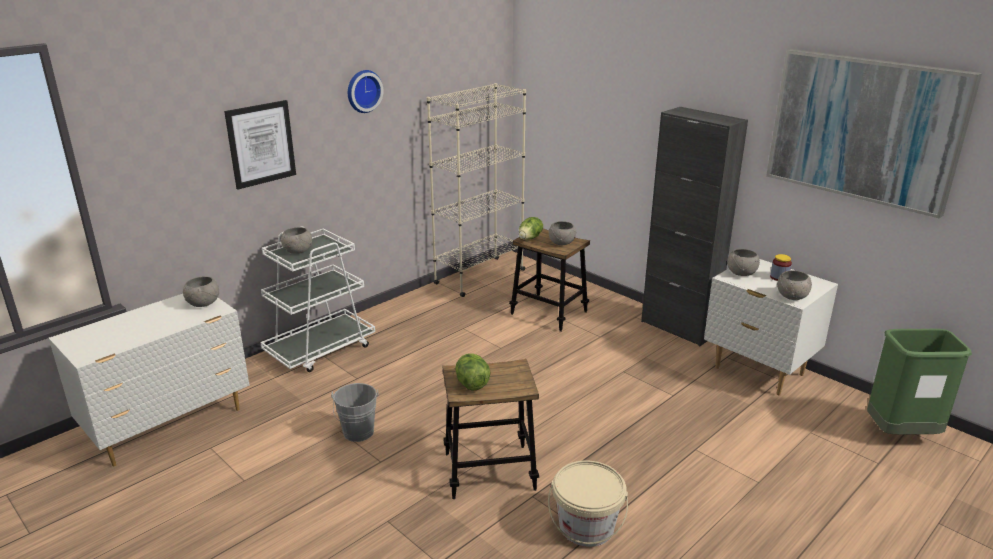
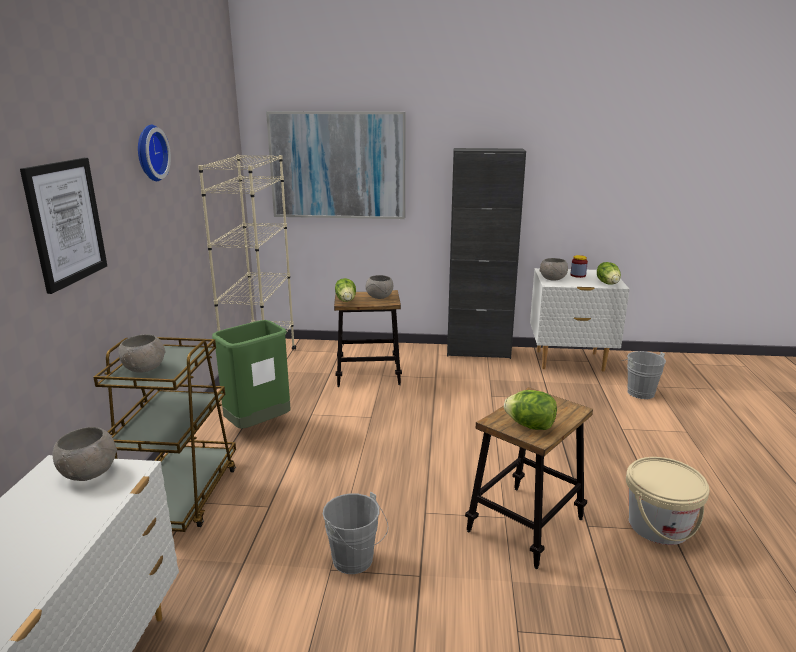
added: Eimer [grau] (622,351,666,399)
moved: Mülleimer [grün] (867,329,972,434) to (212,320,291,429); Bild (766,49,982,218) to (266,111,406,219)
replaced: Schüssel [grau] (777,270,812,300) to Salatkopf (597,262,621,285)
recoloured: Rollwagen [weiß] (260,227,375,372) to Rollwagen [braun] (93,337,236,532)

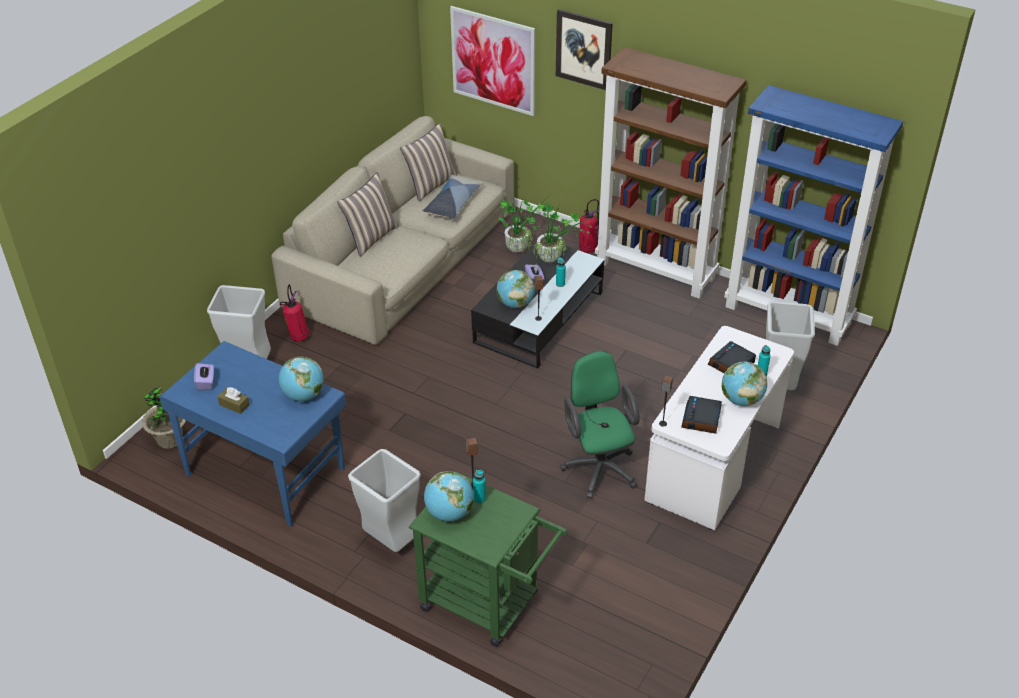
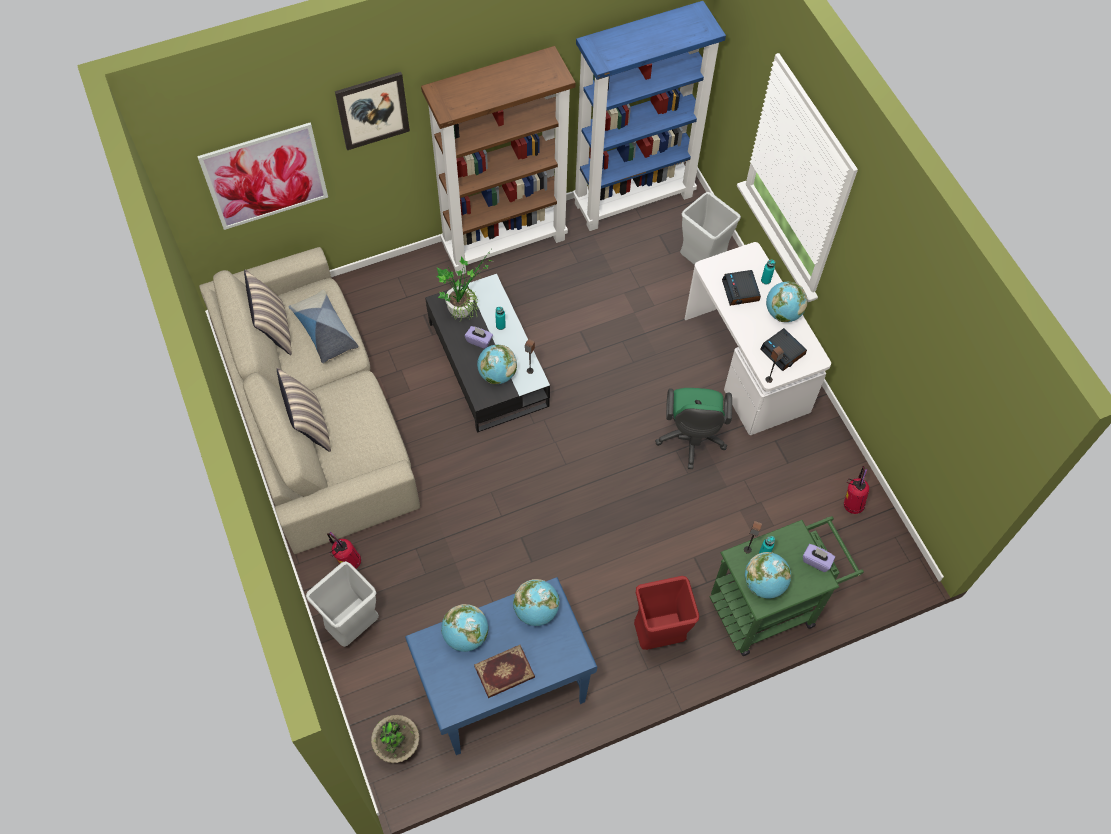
removed: Topfpflanze (497,194,551,253)
added: Globus (441,604,488,652)
moved: Taschentuchbox [lila] (194,363,214,391) to (803,544,835,572); Feuerlöscher (579,199,600,253) to (844,466,869,514)
replaced: Taschentuchbox [braun] (218,387,250,414) to Buch (474,645,535,698)
recoloured: Mülleimer [grau] (348,449,421,552) to Mülleimer [rot] (634,576,699,650)
turned: Bürostuhl [grün] (560,350,640,499) = (655,388,732,469) 105 degrees counterclockwise

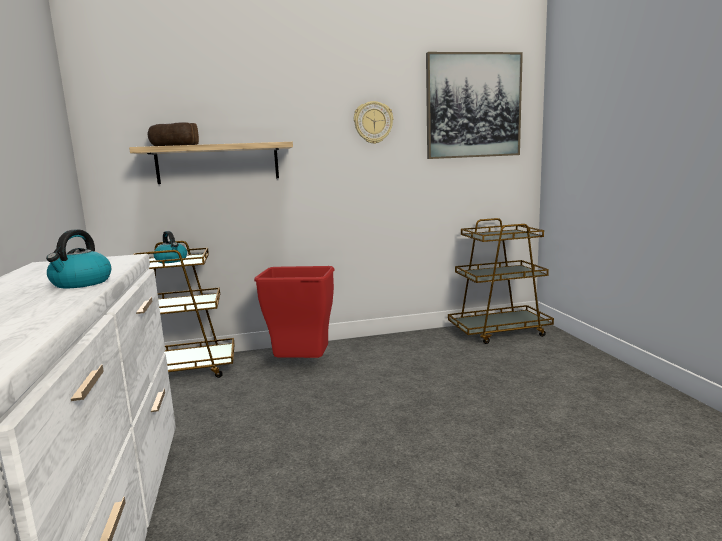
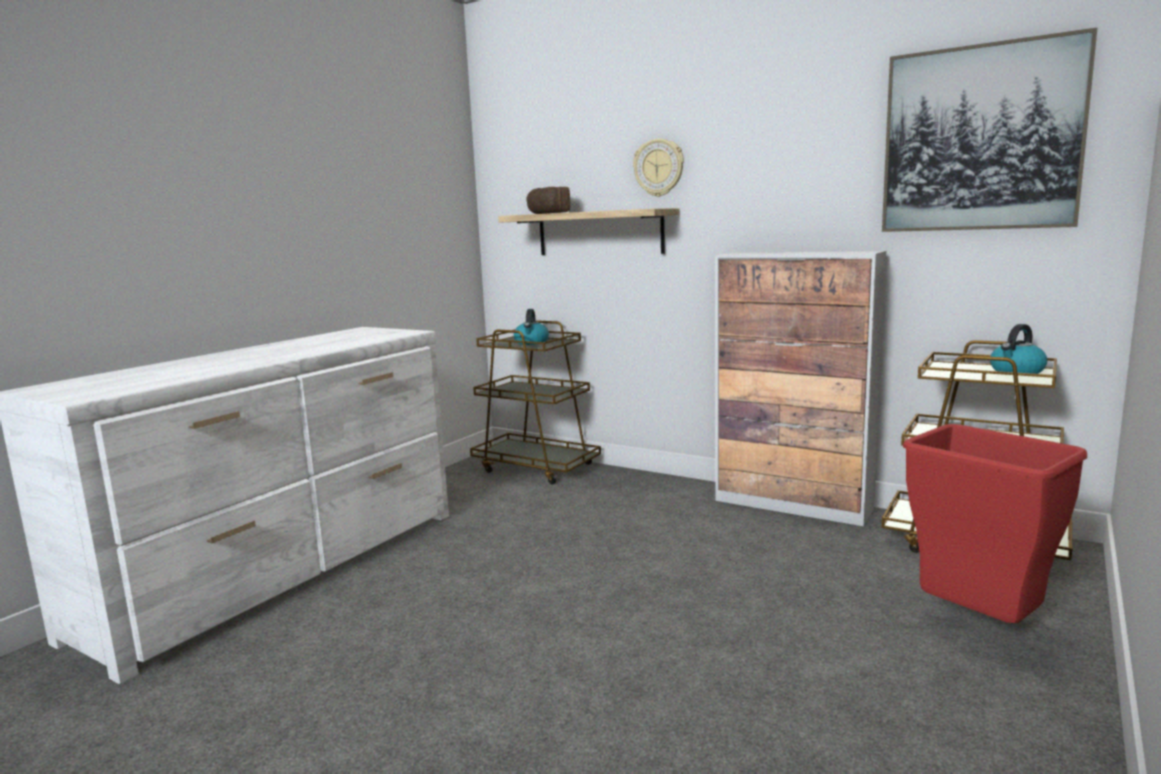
added: Schrank (715,251,886,526)
moved: Wanduhr (354,101,393,144) to (633,138,684,197); Mülleimer [rot] (254,266,335,358) to (903,424,1087,623); Wasserkessel (46,229,111,288) to (990,324,1047,374)

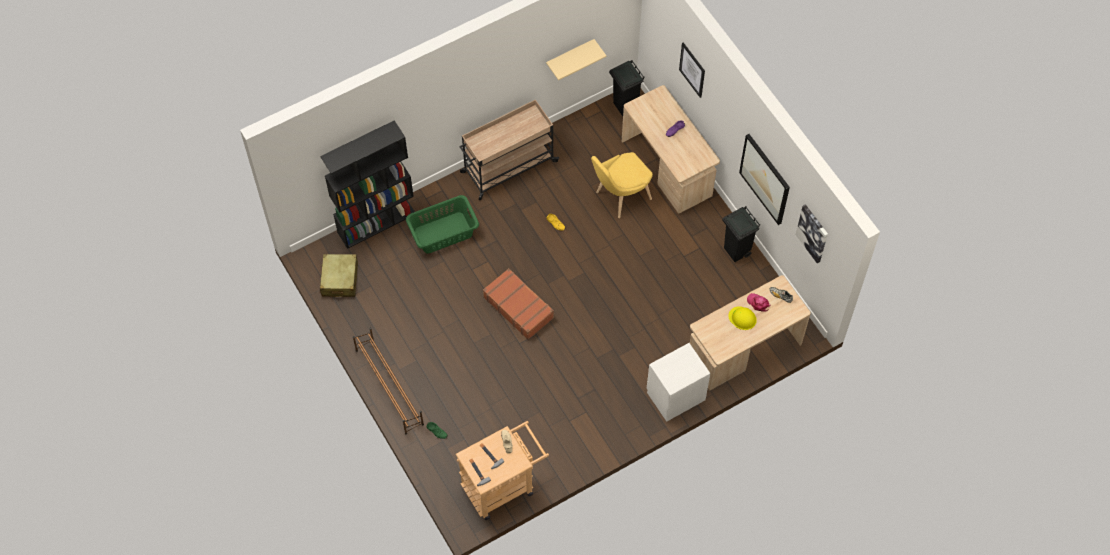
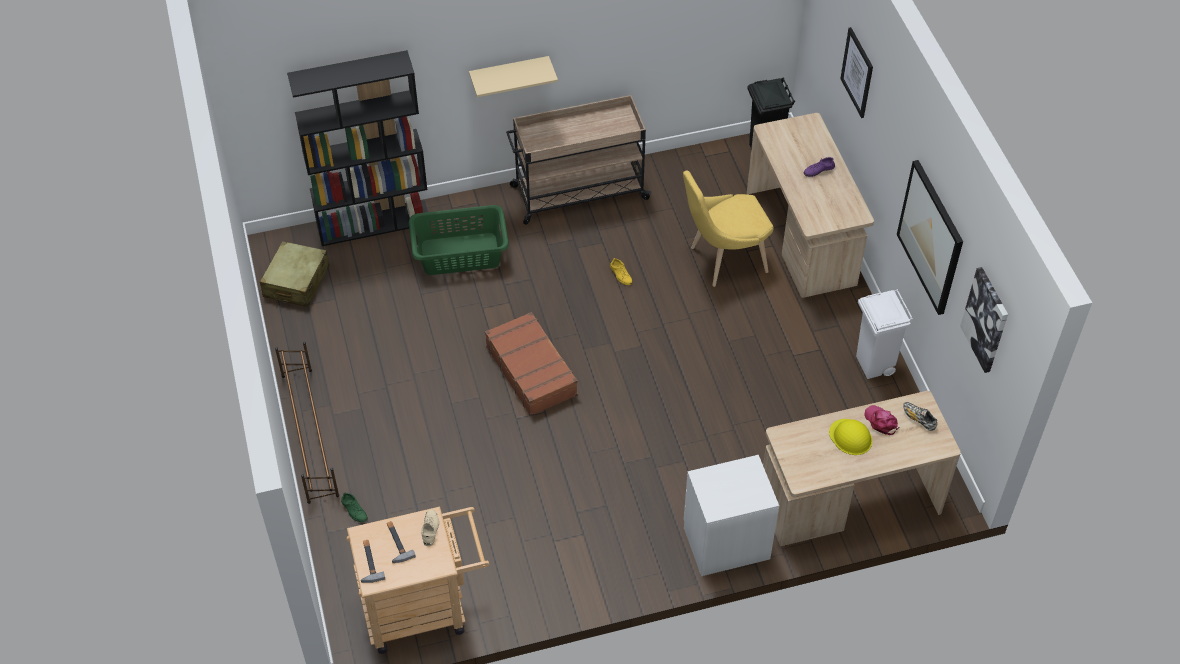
moved: Wandregal [beige] (546,39,607,80) to (469,56,558,97)
recoloured: Mülleimer [schwarz] (722,206,760,262) to Mülleimer [weiß] (856,289,913,379)

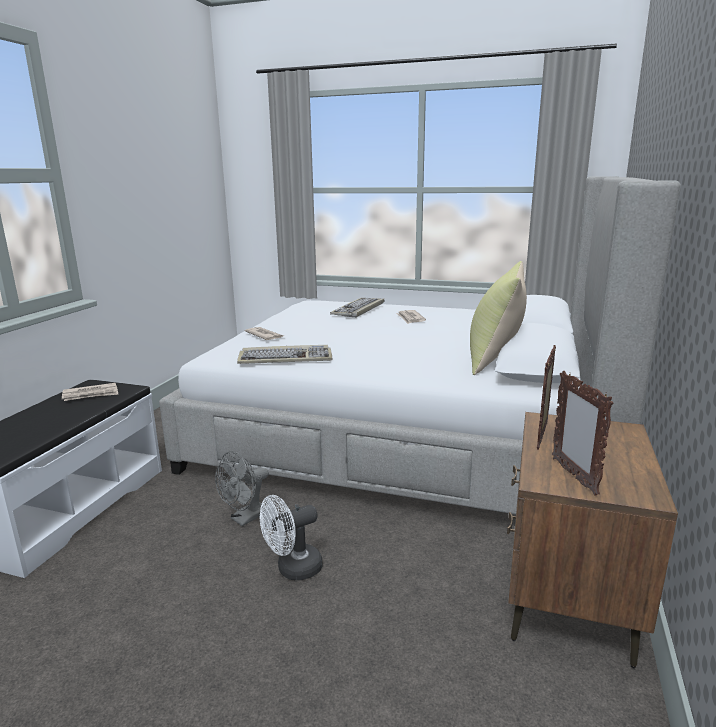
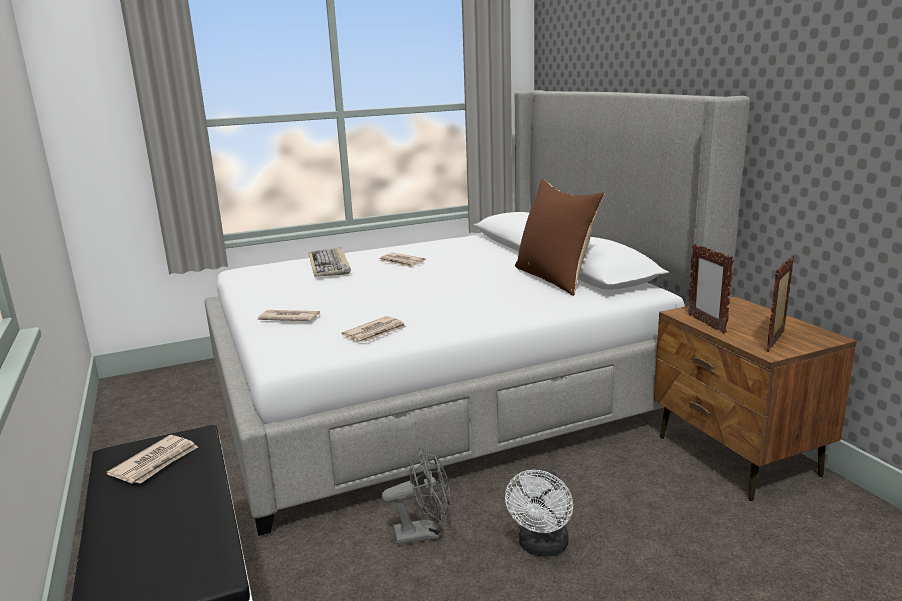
replaced: Tastatur (237,345,333,364) to Zeitung (341,316,407,342)
recoloured: Kissen [gelb] (470,261,527,375) to Kissen [braun] (515,179,604,296)
turned: Ventilator [grau] (215,451,269,526) = (382,447,450,545) 105 degrees counterclockwise; Bilderrahmen (552,371,614,496) = (766,255,794,352) 90 degrees clockwise

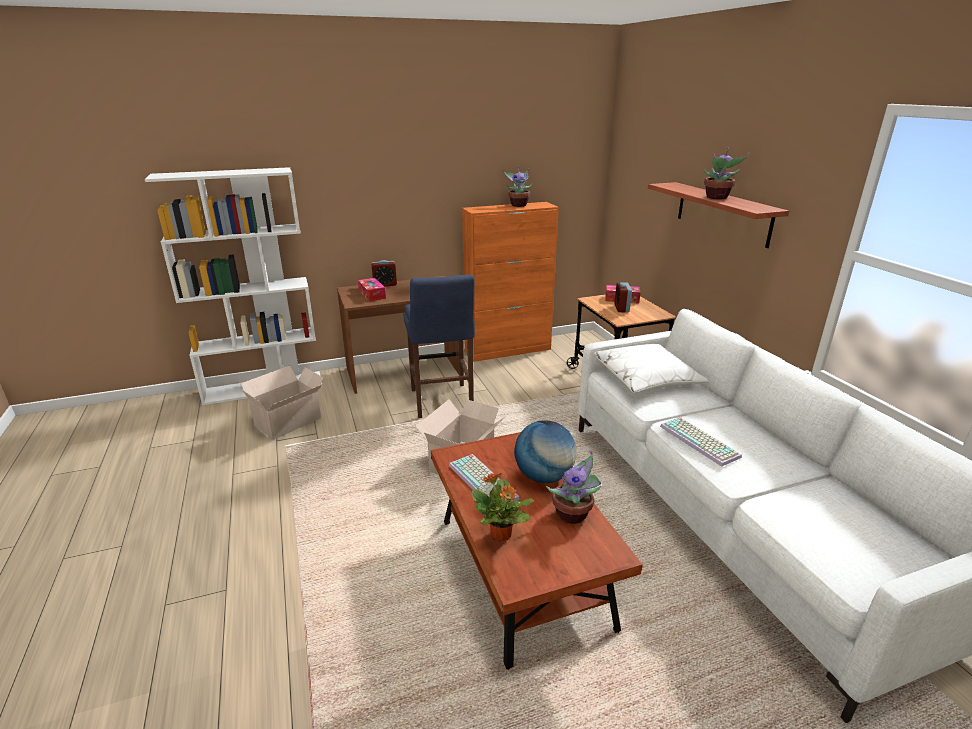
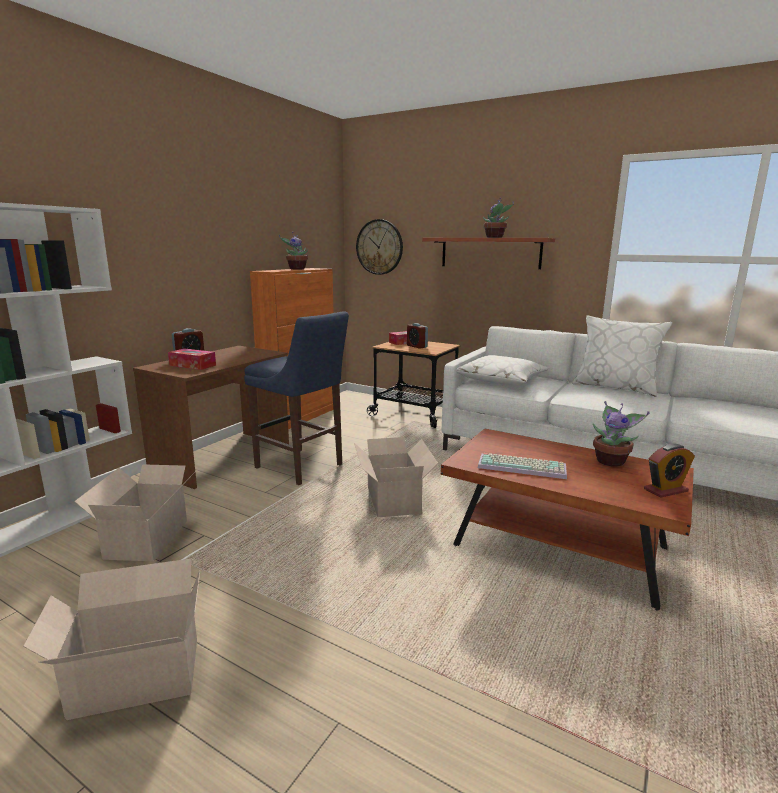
removed: Topfpflanze (472,473,533,542); Globus (514,420,576,483); Tastatur (660,417,742,467)
added: Karton (23,558,200,720); Wanduhr (356,219,403,275); Kissen [weiß] (572,315,672,397); Wecker (644,443,695,498)

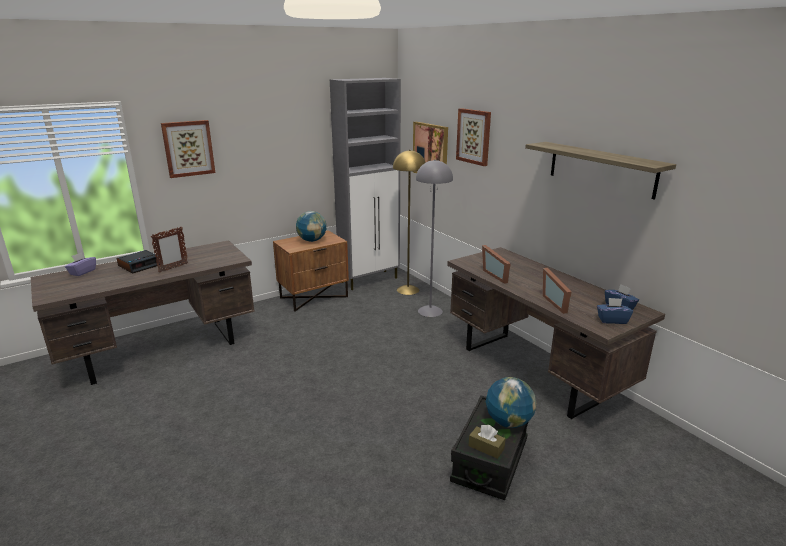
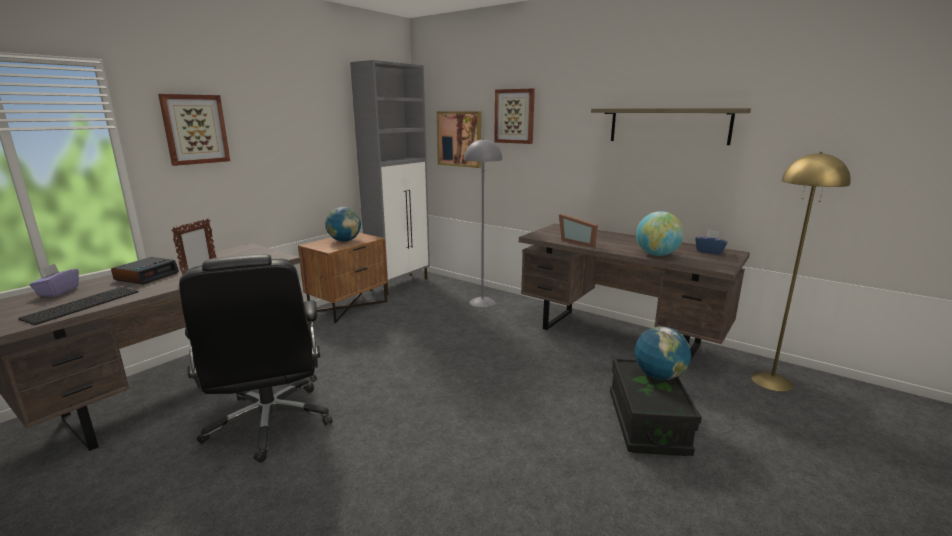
removed: Taschentuchbox [braun] (469,425,506,459); Taschentuchbox [blau] (597,298,633,324)
added: Tastatur (18,287,138,325); Bürostuhl [schwarz] (179,254,333,463)
moved: Stehlampe [gelb] (393,150,426,295) to (751,152,851,392)
replaced: Bilderrahmen (543,268,571,314) to Globus (636,211,684,256)

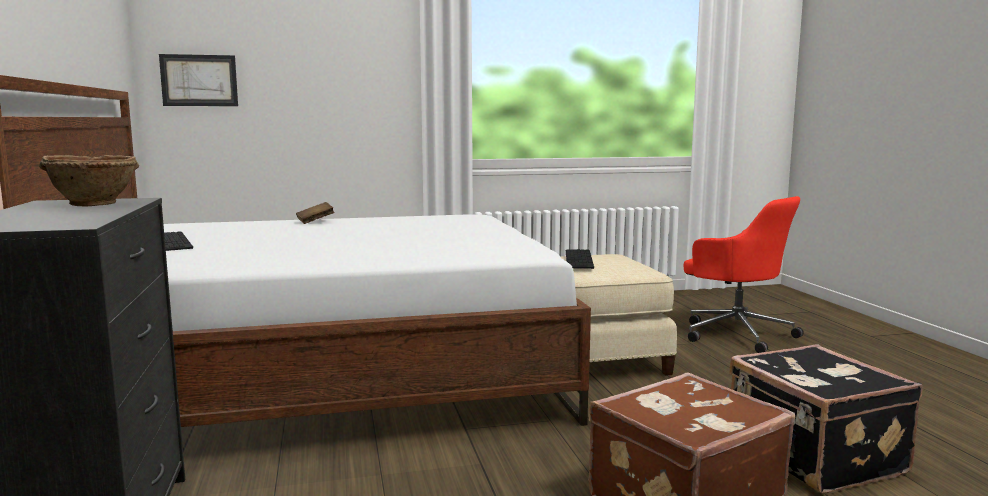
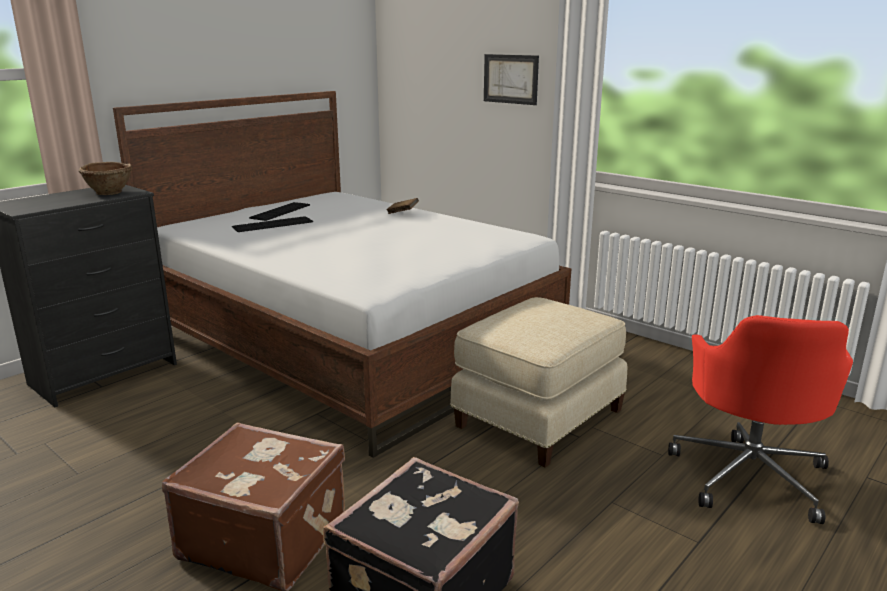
moved: Tastatur (566,249,594,269) to (232,216,313,232); Bild (159,54,238,106) to (484,54,539,105)

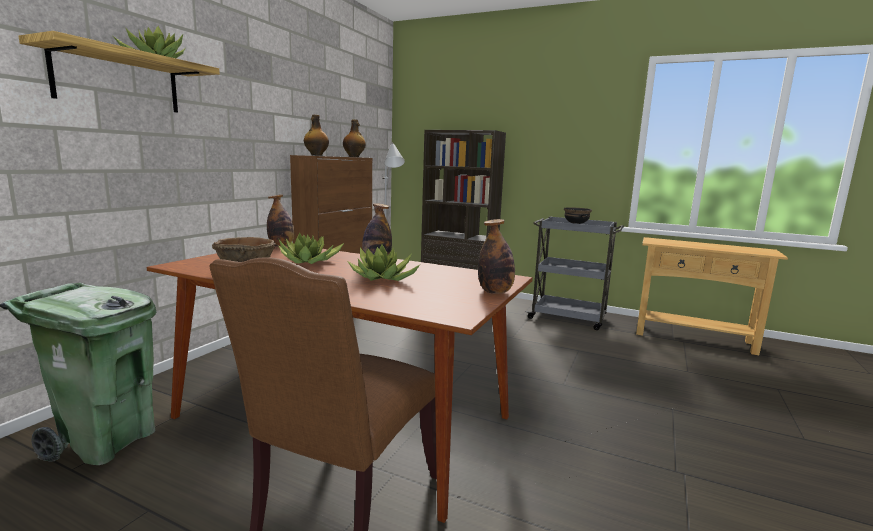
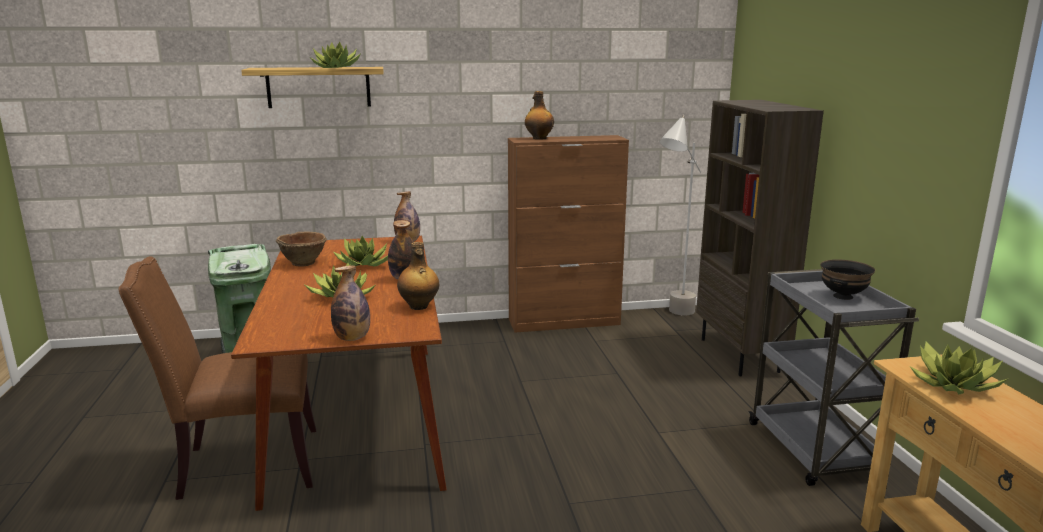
added: Topfpflanze (910,342,1009,395)
moved: Flasche (343,119,366,157) to (397,242,439,310)

